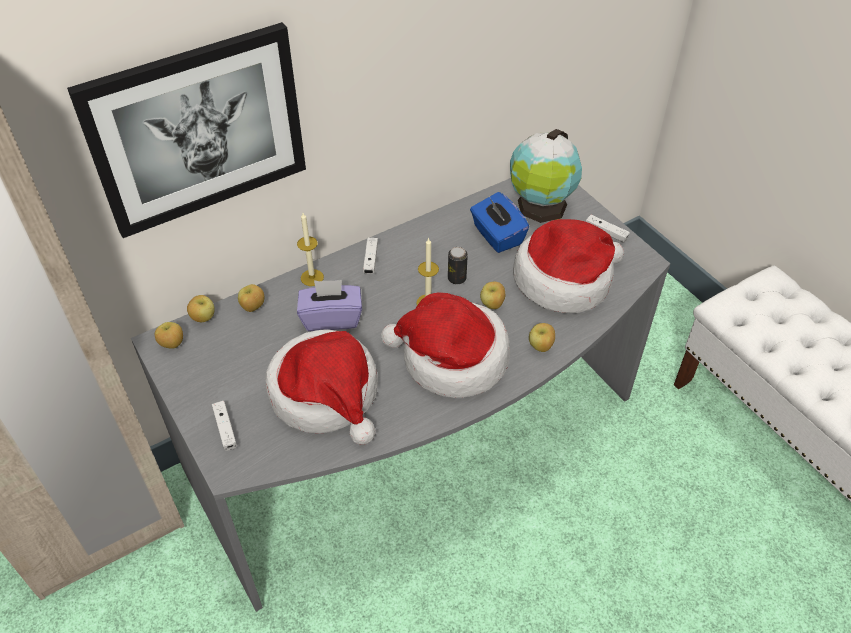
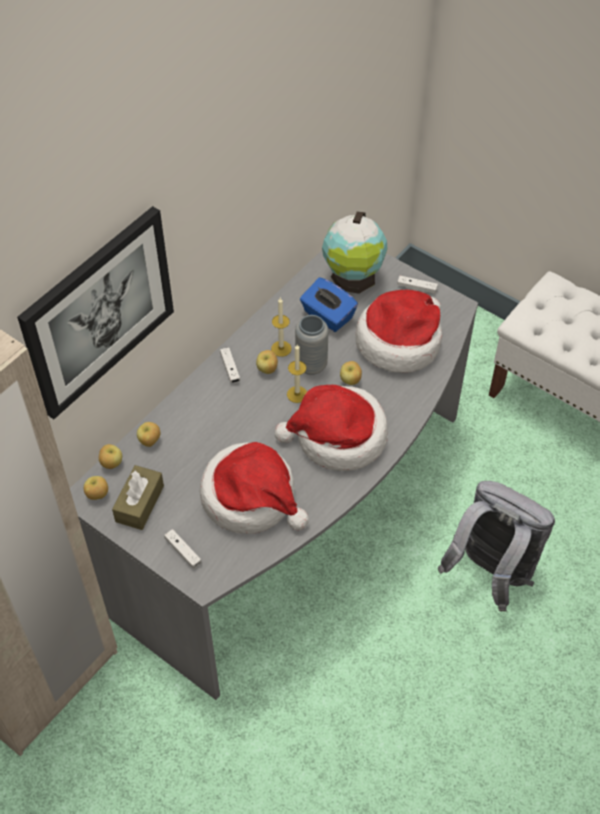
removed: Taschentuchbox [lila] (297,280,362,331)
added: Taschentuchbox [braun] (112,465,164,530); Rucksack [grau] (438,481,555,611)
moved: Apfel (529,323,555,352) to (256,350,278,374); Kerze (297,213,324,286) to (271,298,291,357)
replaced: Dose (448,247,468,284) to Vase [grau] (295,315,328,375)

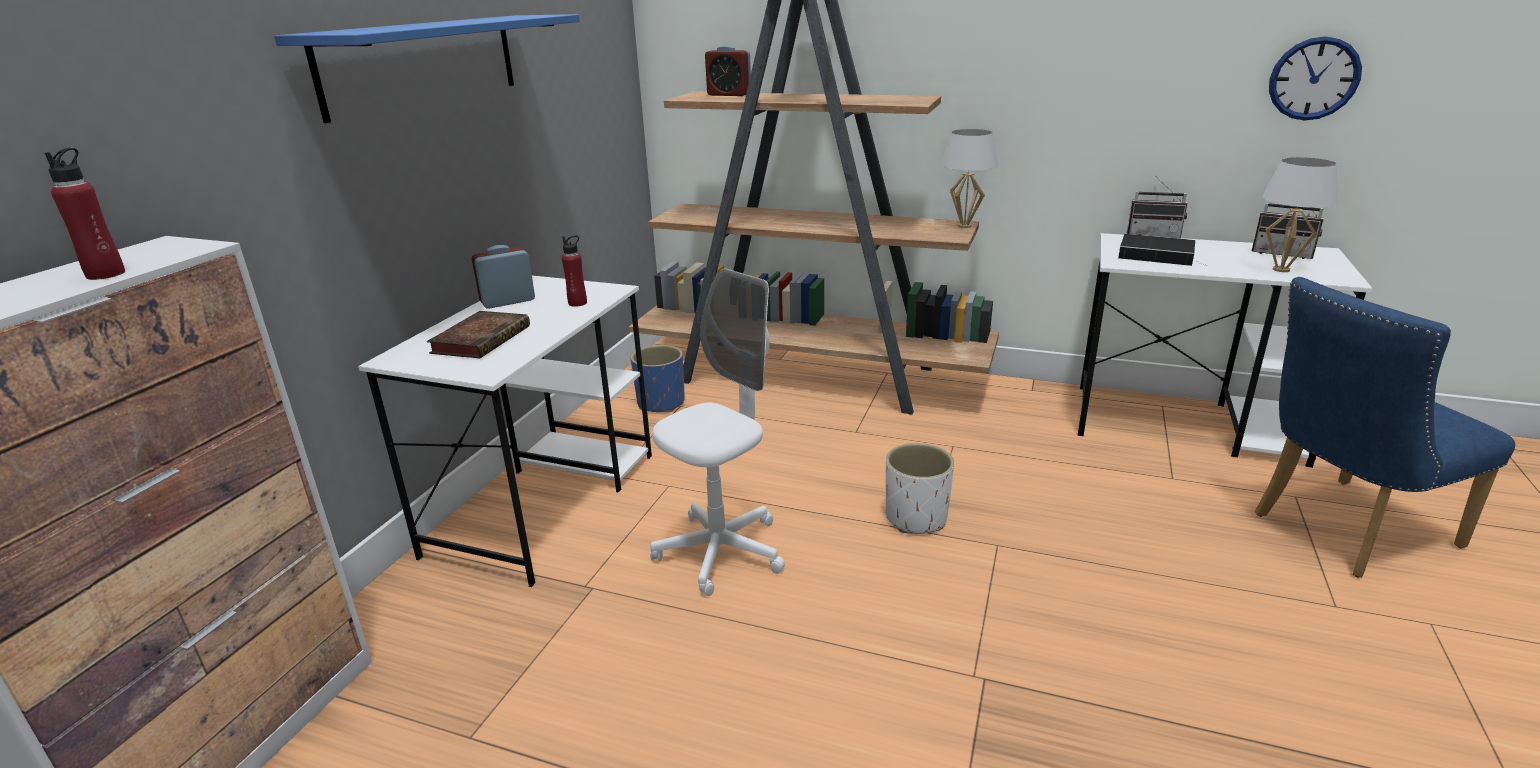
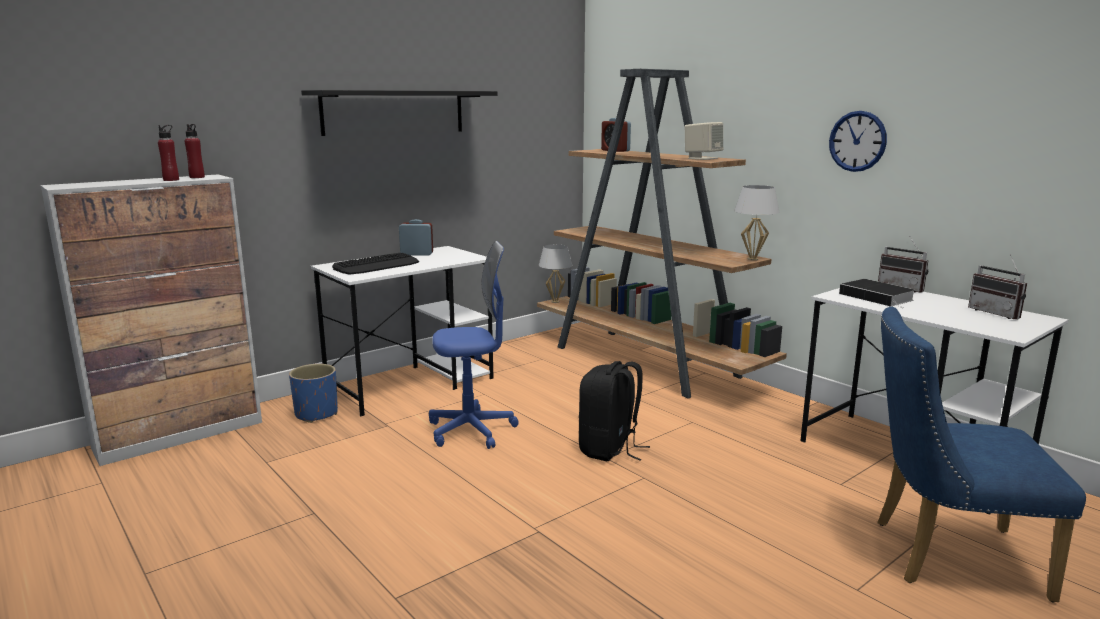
added: Lautsprecher [beige] (685,122,723,160)
moved: Flasche [rot] (562,235,587,307) to (185,124,205,178); Pflanzkübel [blau] (631,345,685,412) to (289,364,338,423); Tischlampe [weiß] (1262,157,1338,272) to (539,244,573,303); Wanduhr (1269,36,1362,121) to (829,111,887,172)
replaced: Buch (427,311,530,359) to Tastatur (332,253,419,275); Pflanzkübel [weiß] (886,443,954,534) to Rucksack [schwarz] (579,361,650,461)
recoloured: Wandregal [blau] (274,14,580,123) to Wandregal [schwarz] (301,90,498,136); Bürostuhl [weiß] (650,268,785,596) to Bürostuhl [blau] (429,241,519,449)

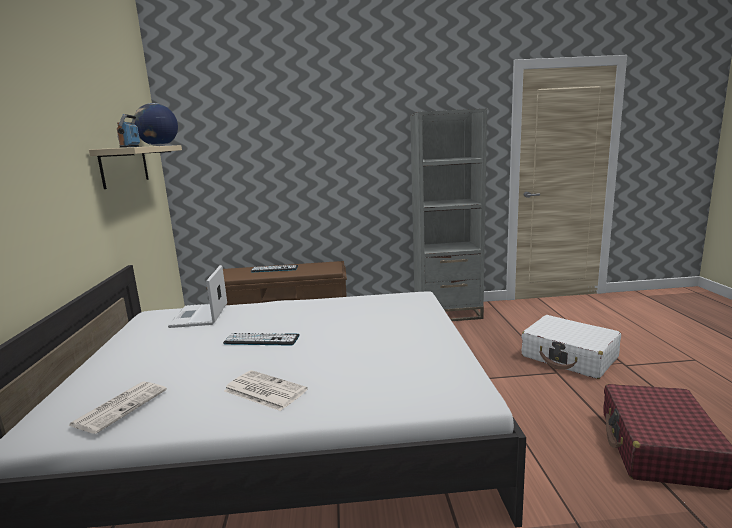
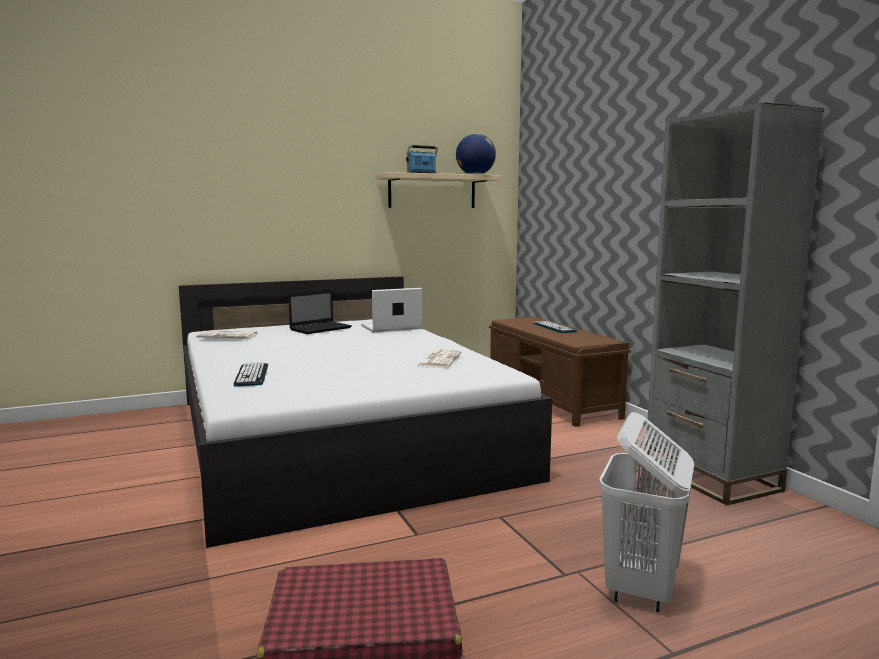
added: Laptop (288,289,352,334)
moved: Tastatur (223,333,300,346) to (234,362,268,386); Zeitung (224,370,308,411) to (417,349,462,368)
replaced: Koffer [weiß] (521,315,621,379) to Wäschekorb [weiß] (599,412,694,612)

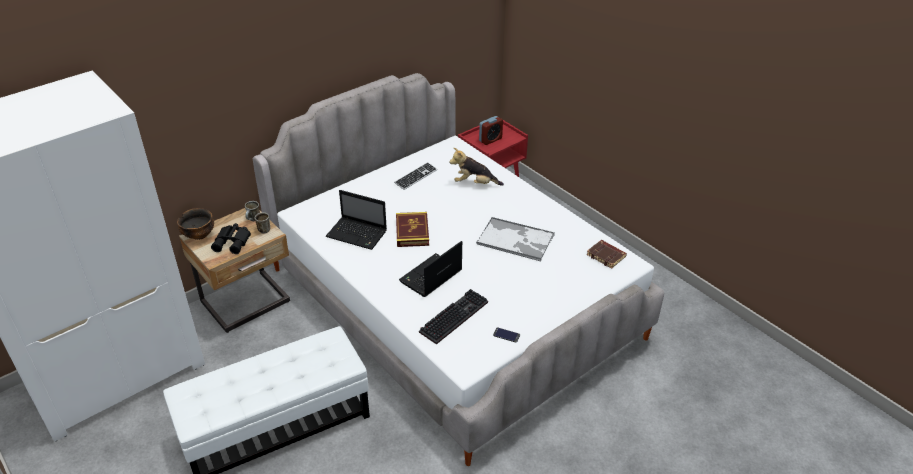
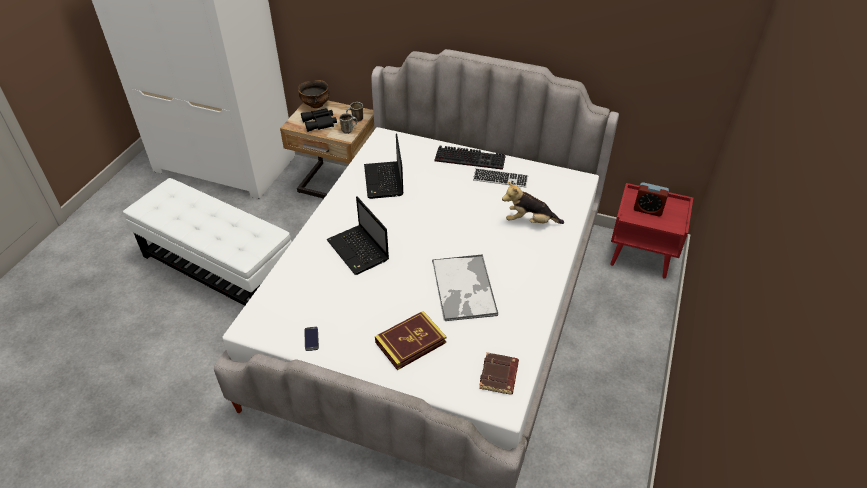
moved: Buch (396,212,429,247) to (375,311,446,370); Tastatur (419,289,488,344) to (435,145,506,170)
turned: Laptop (399,241,462,297) = (326,197,389,275) 135 degrees counterclockwise; Plüschtier (449,148,504,186) = (502,182,564,224) 60 degrees counterclockwise

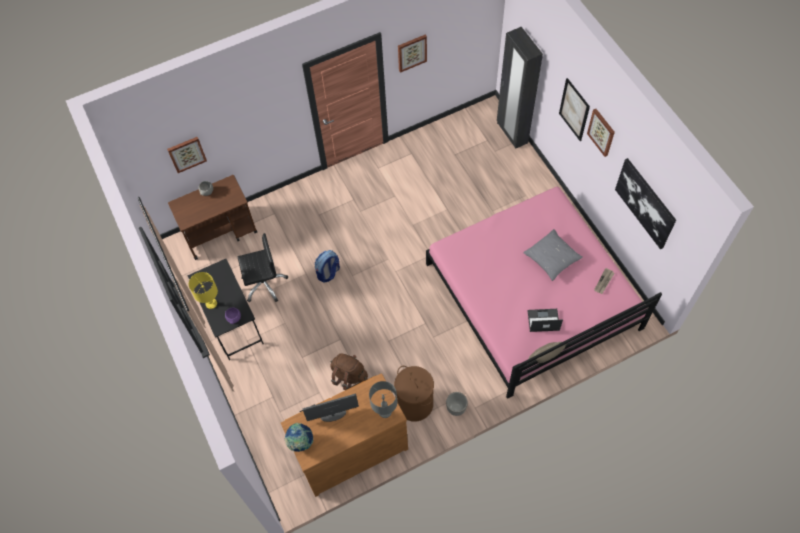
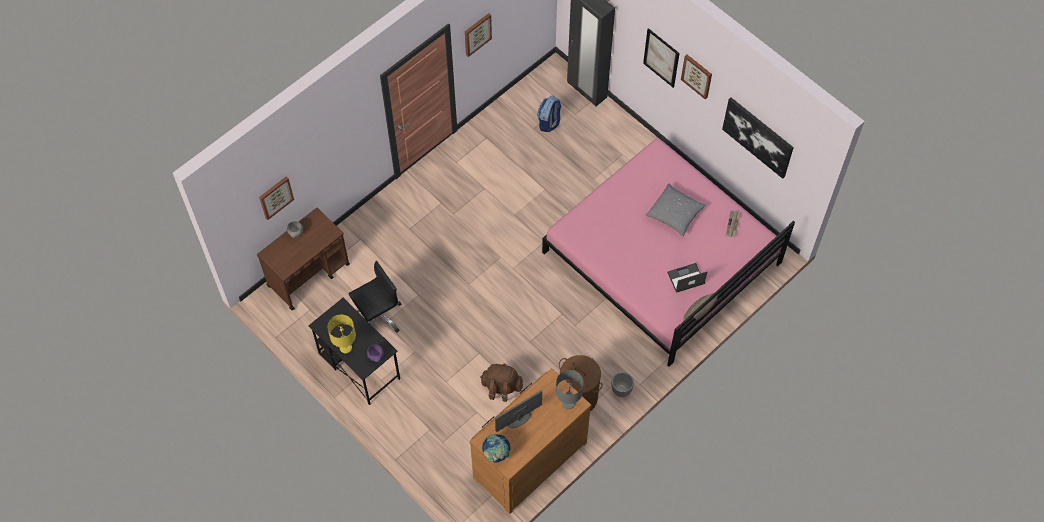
moved: Rucksack (315,250,340,283) to (537,96,561,132)

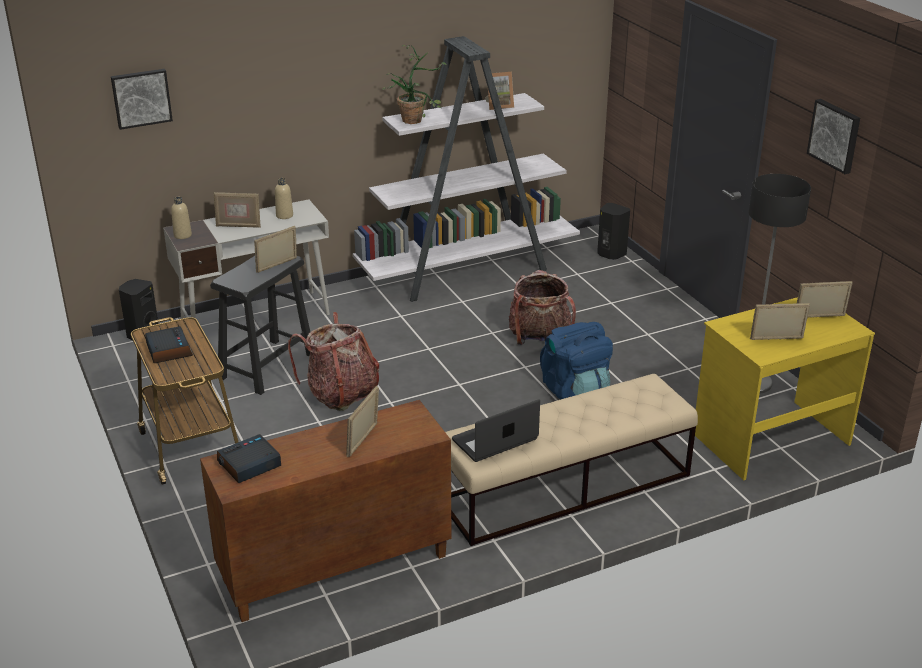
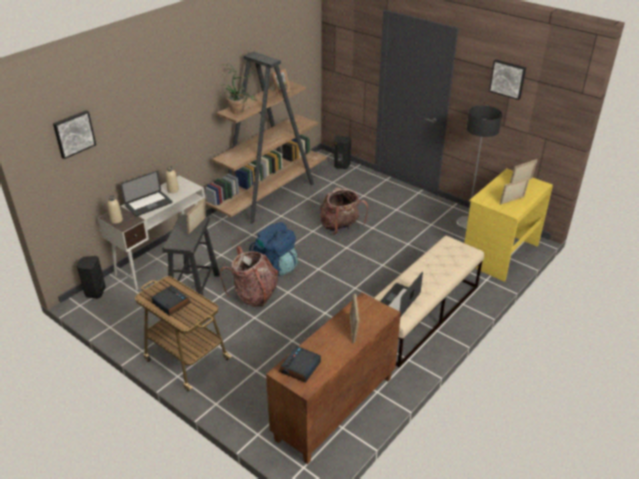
moved: Rucksack [blau] (540,322,613,399) to (249,222,298,276)
replaced: Bilderrahmen (213,192,261,228) to Laptop (120,171,172,217)
recoloured: Bücherregal [weiß] (353,36,580,302) to Bücherregal [braun] (205,51,327,224)

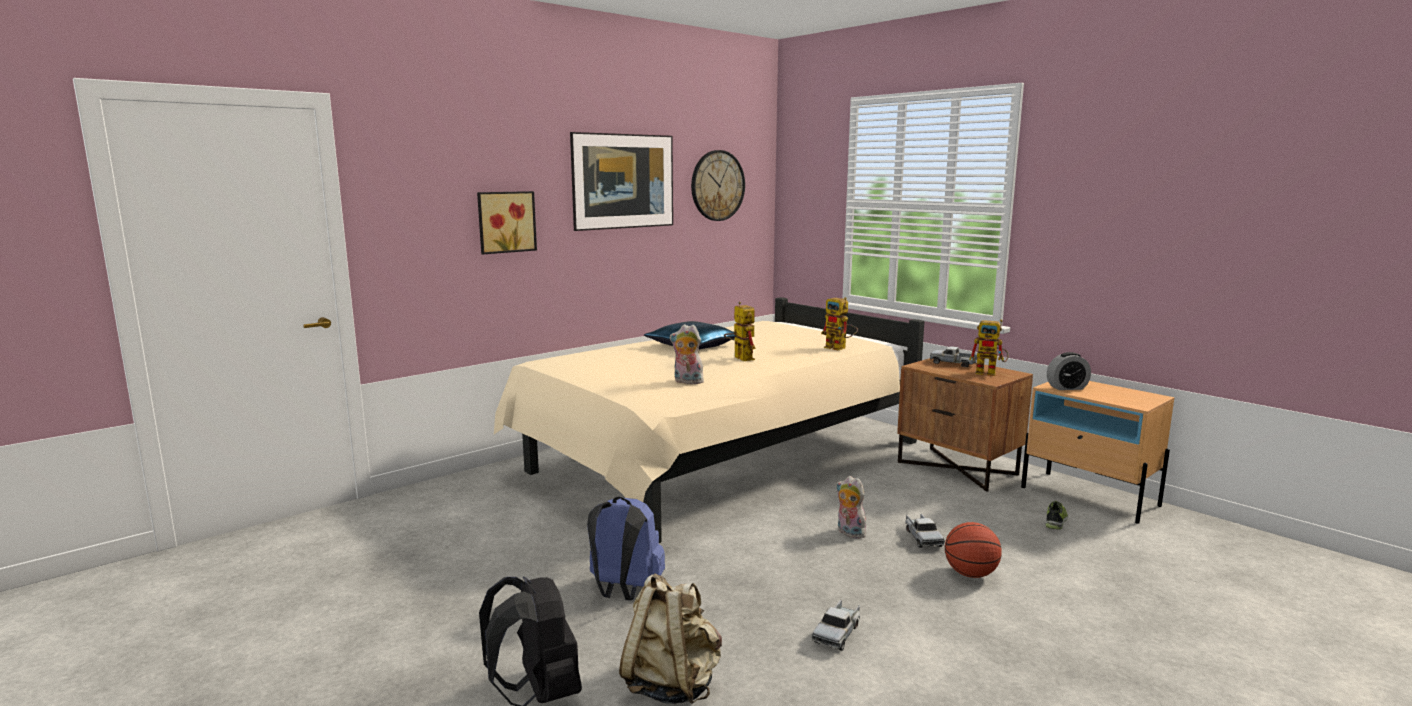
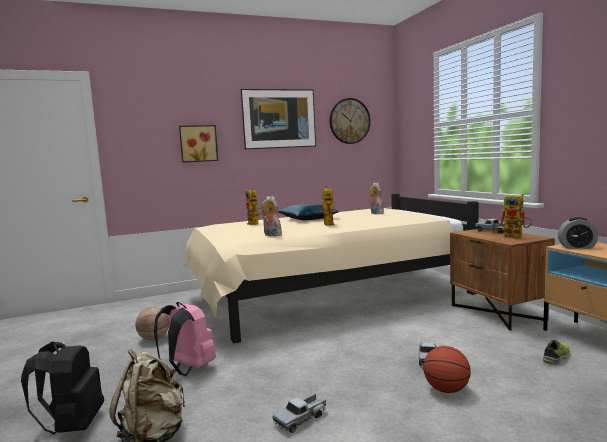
added: Basketball (135,307,170,340)
moved: Spielzeugroboter (821,297,858,350) to (245,189,262,225); Plüschtier (836,476,867,539) to (369,182,384,214)
recoloured: Rucksack [blau] (587,496,665,600) to Rucksack [rosa] (154,302,216,376)

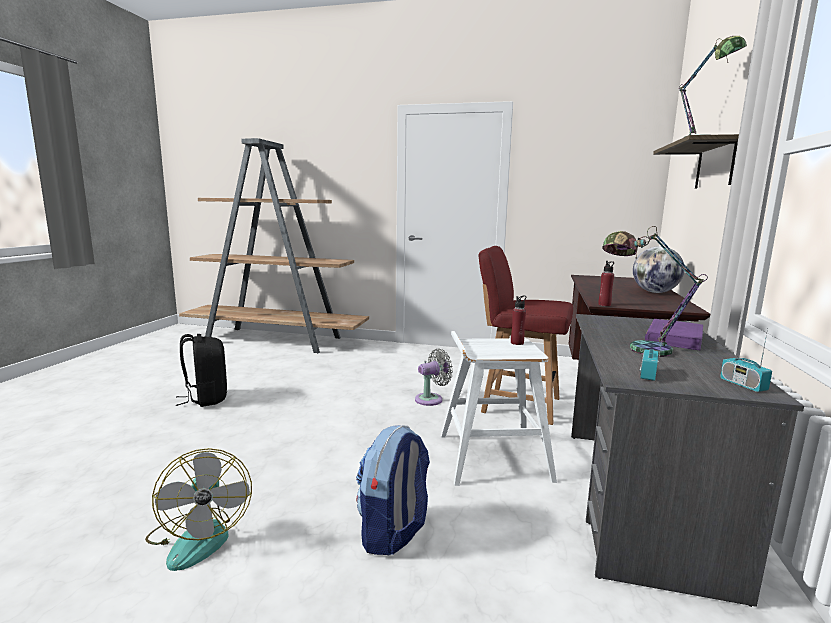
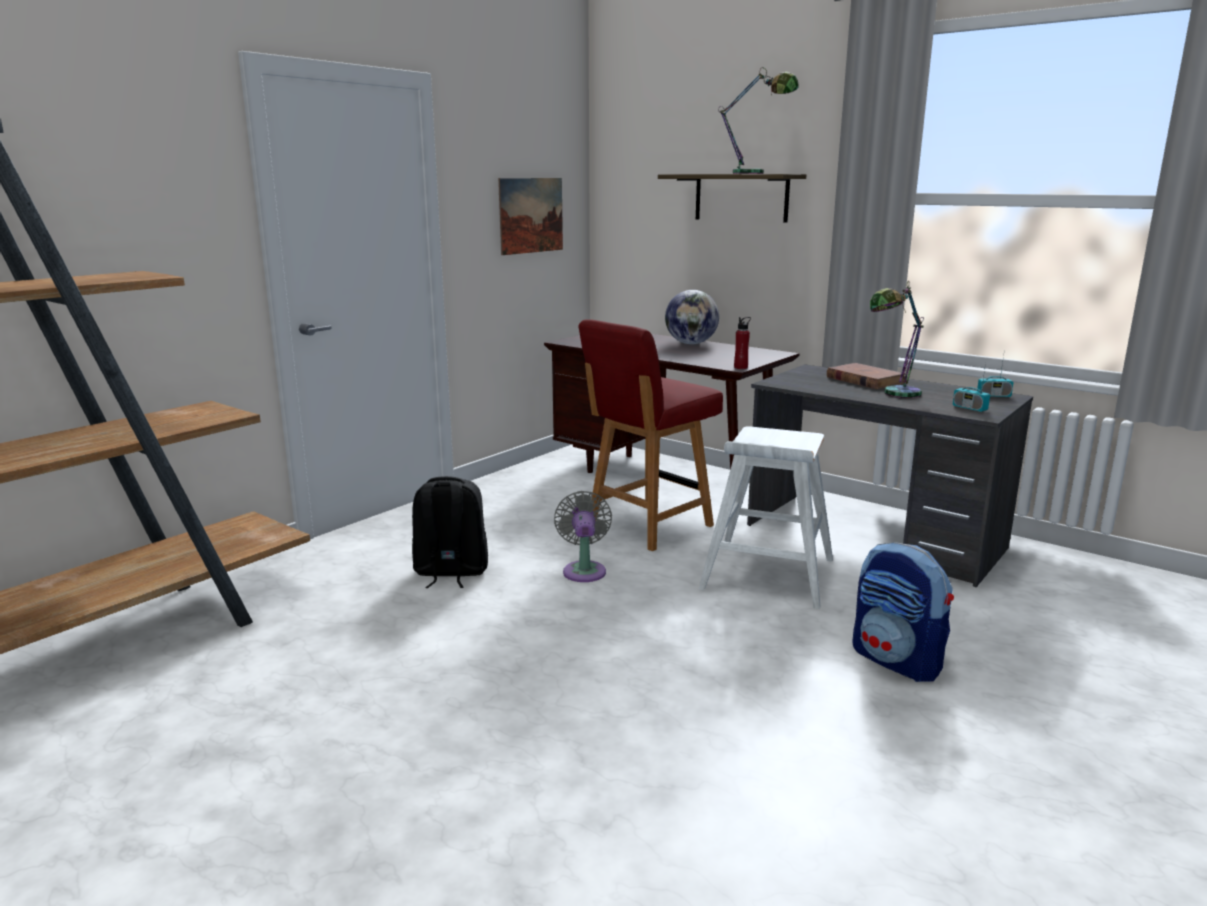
removed: Ventilator (145,448,252,571); Flasche [rot] (511,296,526,345)
added: Bild (498,178,563,255)
moved: Rucksack [schwarz] (176,334,227,407) to (412,476,488,588)
recoloured: Buch [lila] (645,319,703,350) to Buch [braun] (827,363,906,389)

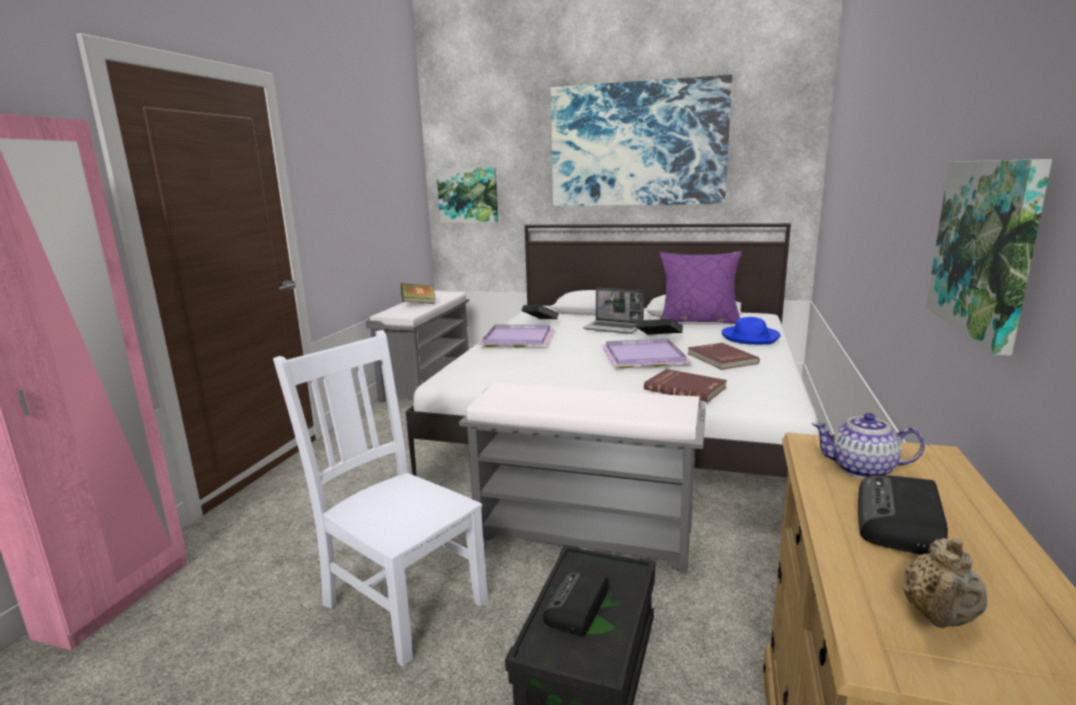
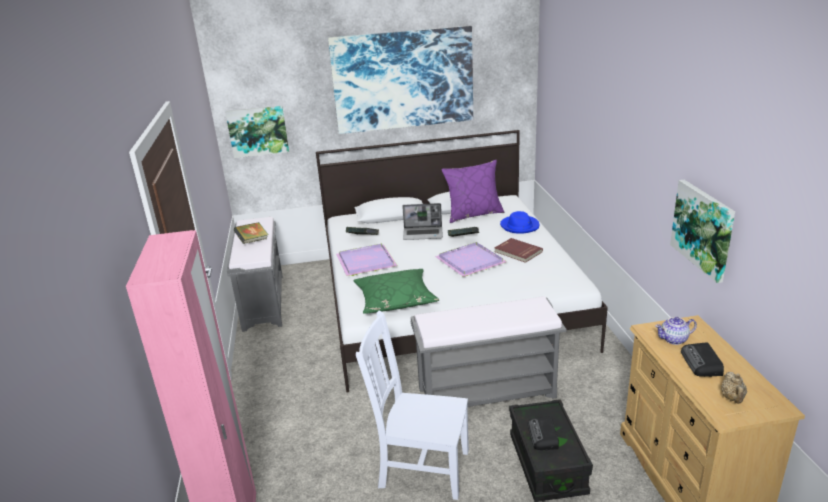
removed: Buch [rot] (644,369,727,403)
added: Kissen [grün] (353,269,439,314)

